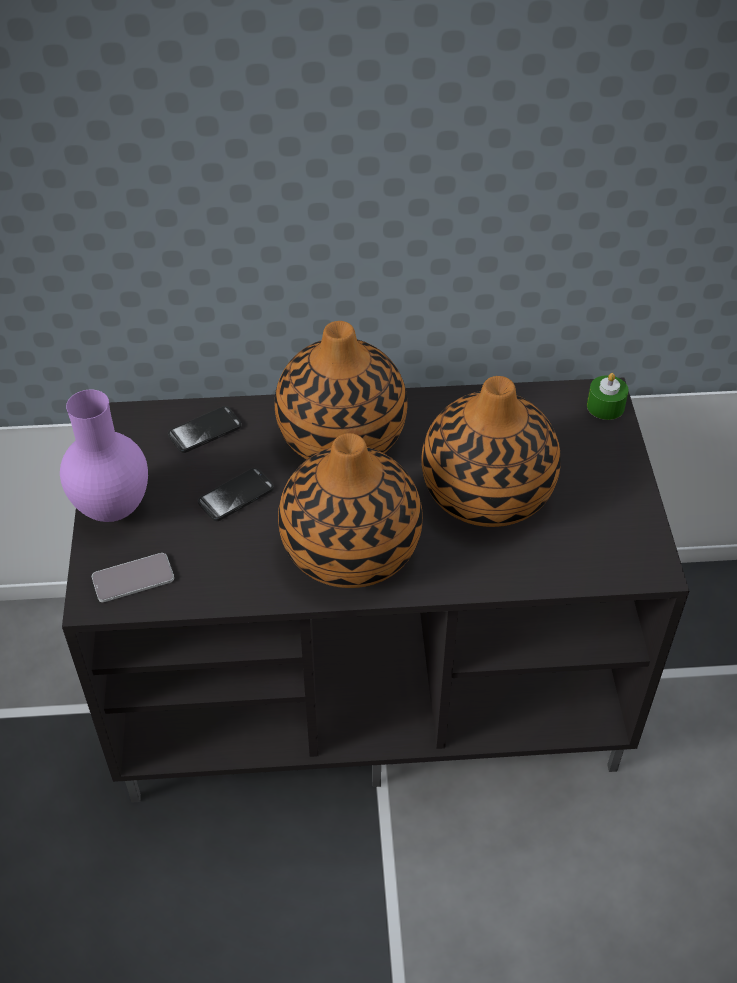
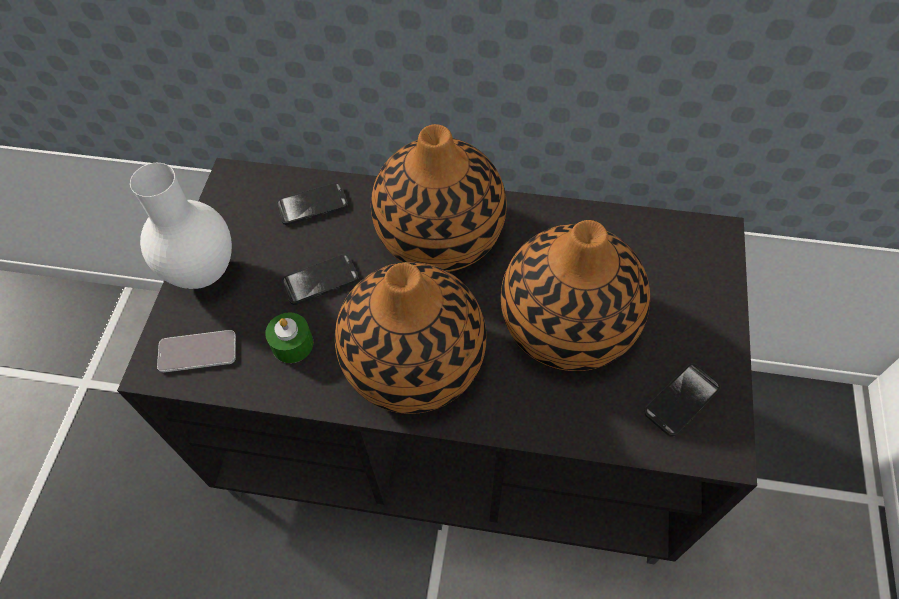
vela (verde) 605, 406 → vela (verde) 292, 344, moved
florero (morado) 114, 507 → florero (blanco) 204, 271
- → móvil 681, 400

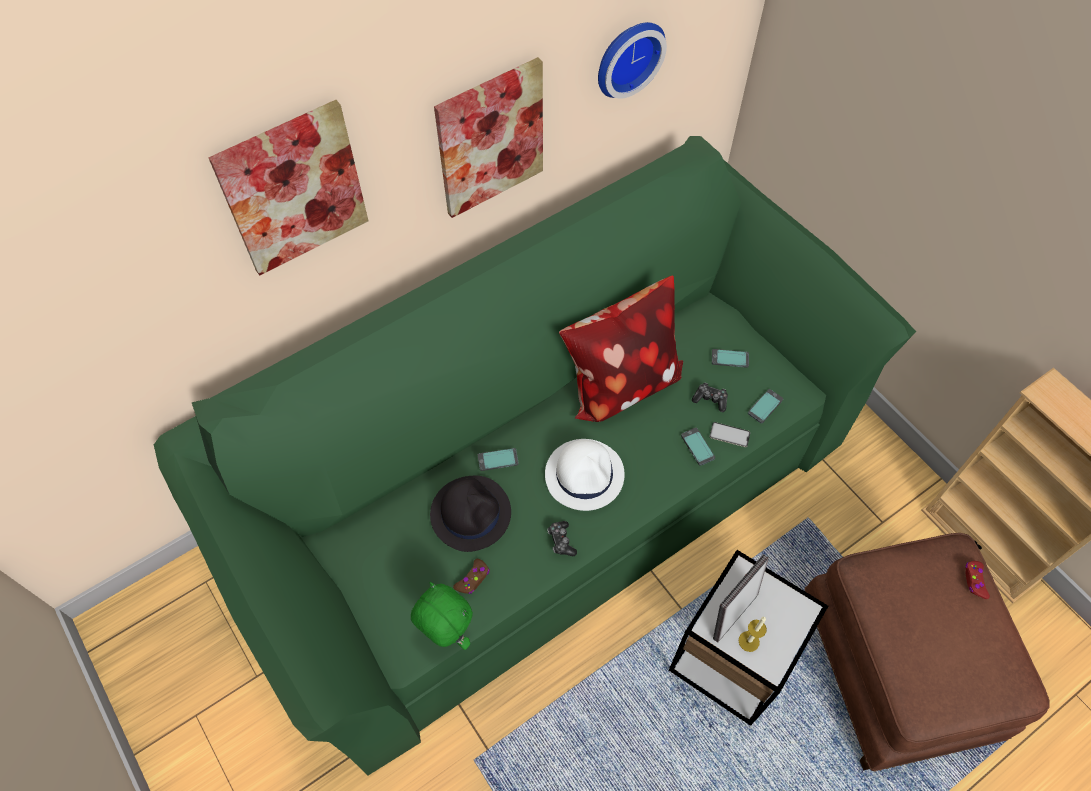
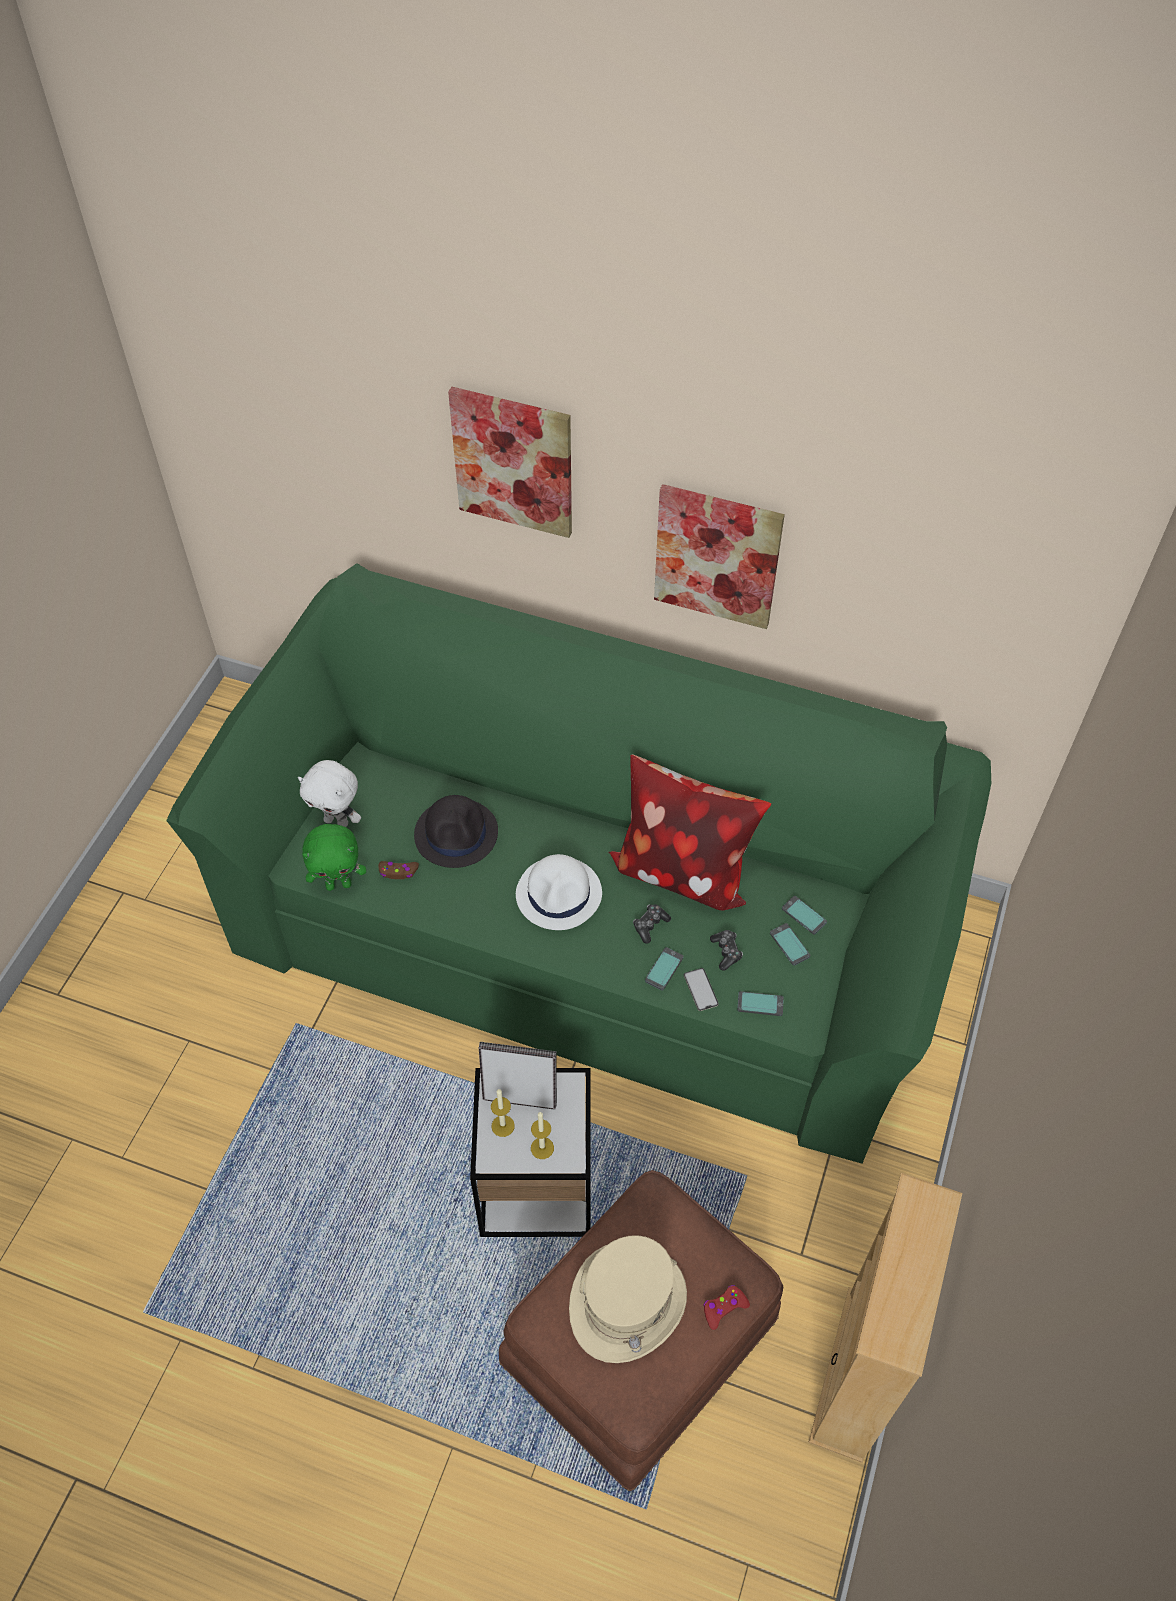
reloj de pared 627, 56 → -
móvil 498, 460 → móvil 803, 916, moved
mando de consola 561, 541 → mando de consola 650, 925, moved
peluche (verde) 446, 633 → peluche (verde) 339, 884, 75 degrees clockwise
- → peluche (blanco) 337, 821
- → vela 542, 1148
- → sombrero (beis) 628, 1304

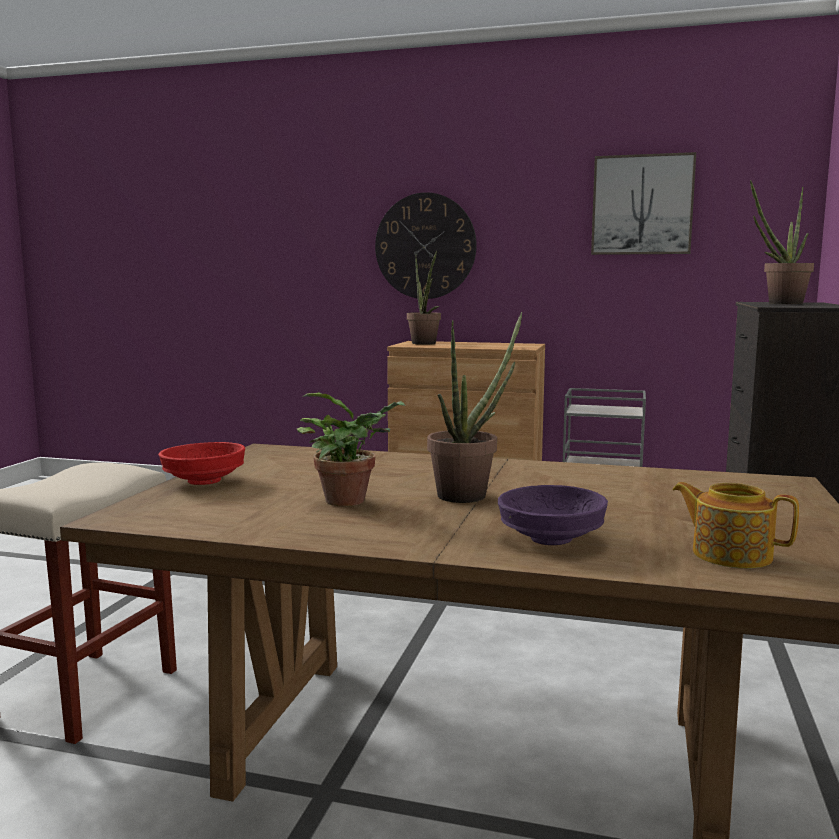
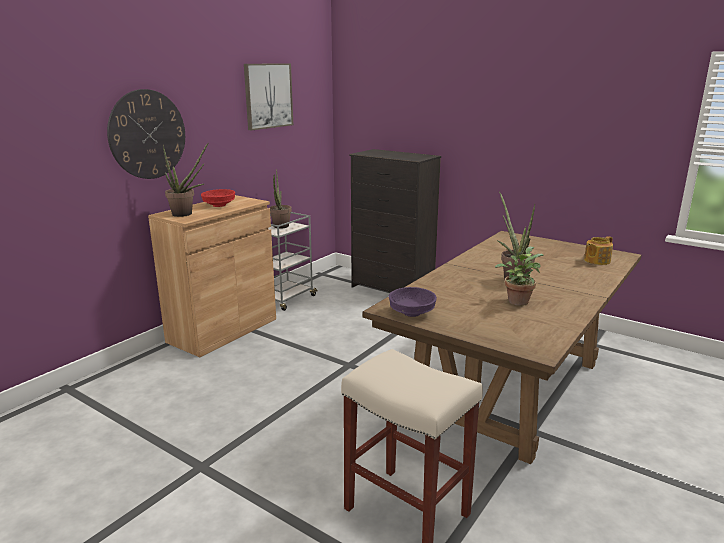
planta en maceta 779, 303 → planta en maceta 280, 227, moved
cuenco (rojo) 205, 481 → cuenco (rojo) 219, 205, moved
cuenco (morado) 550, 538 → cuenco (morado) 411, 313, moved

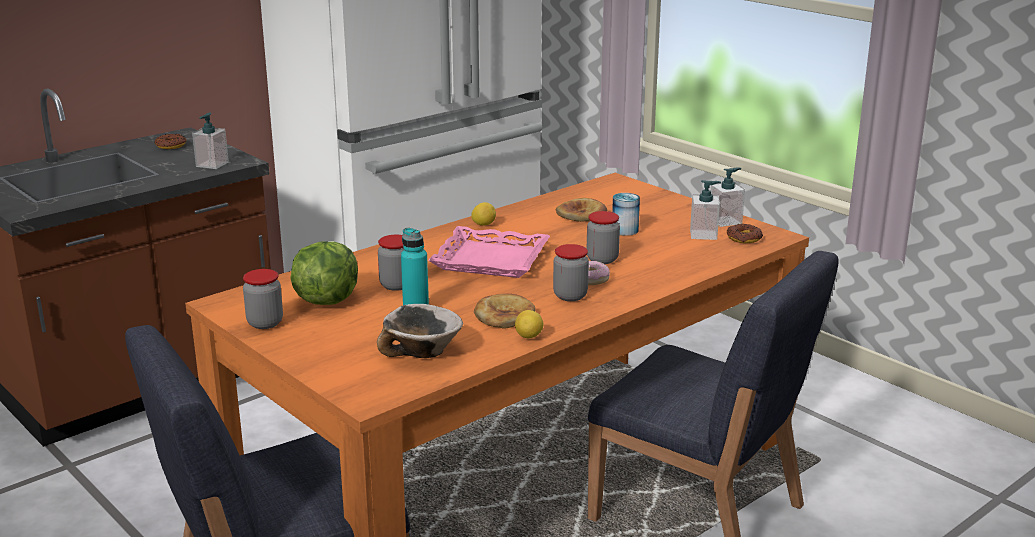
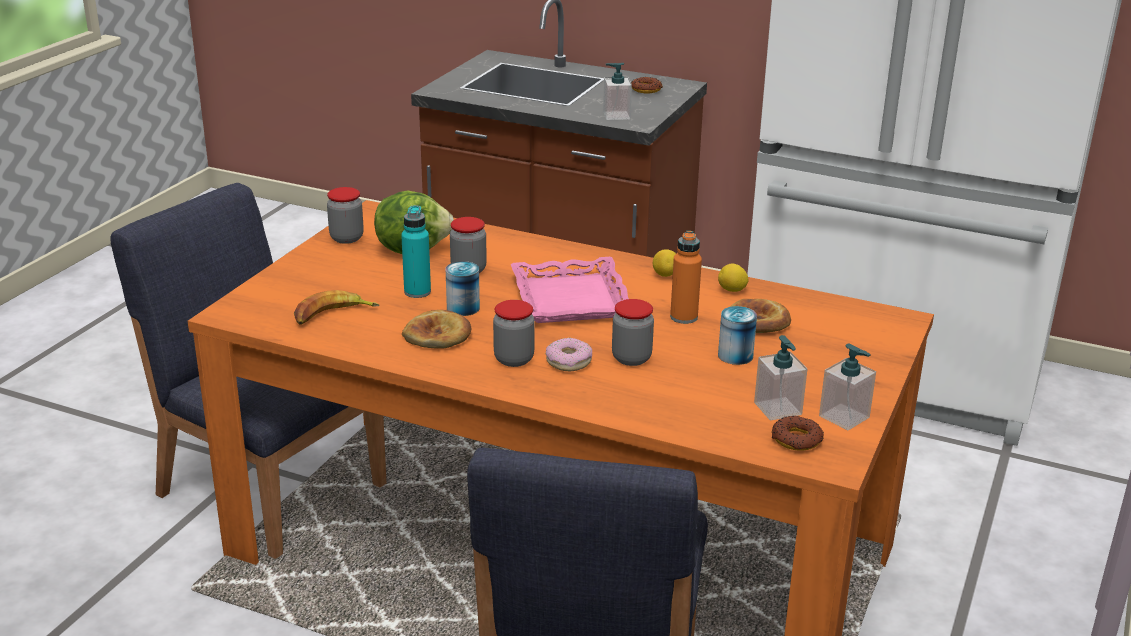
cuenco 423, 351 → plátano 333, 315
limón 529, 337 → limón 732, 290, moved
- → botella (naranja) 684, 317
- → lata 463, 308

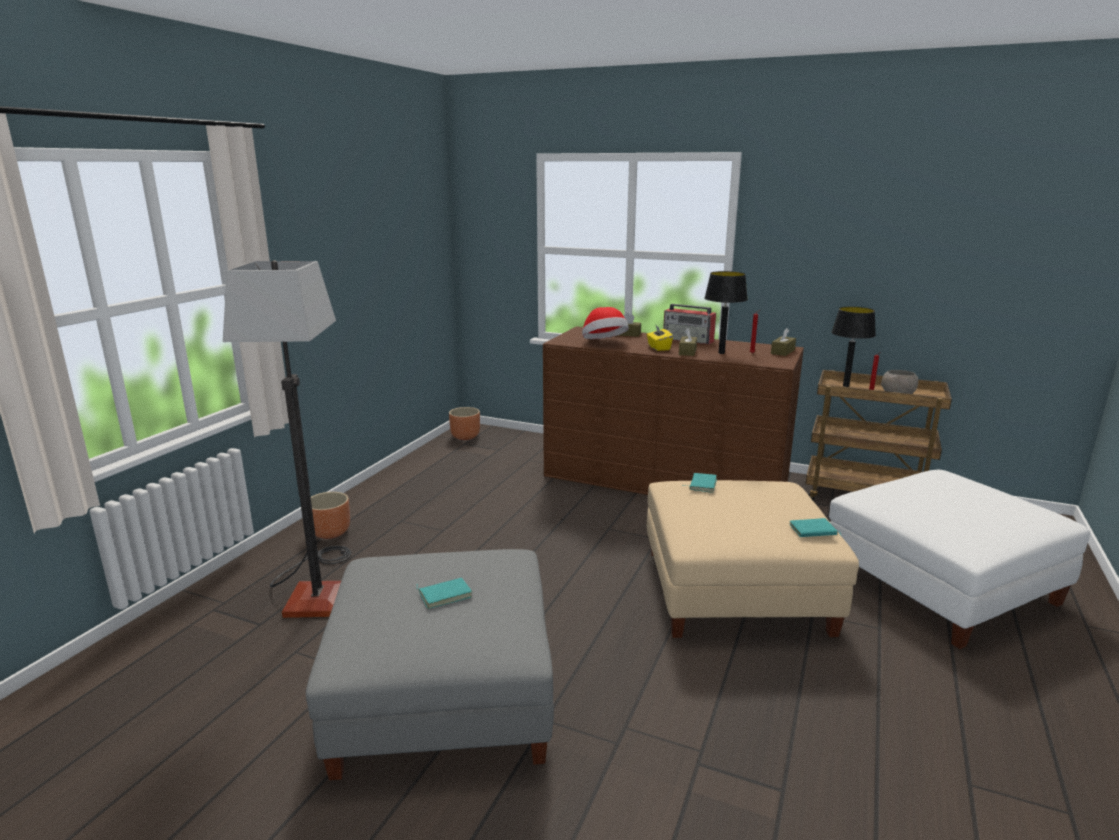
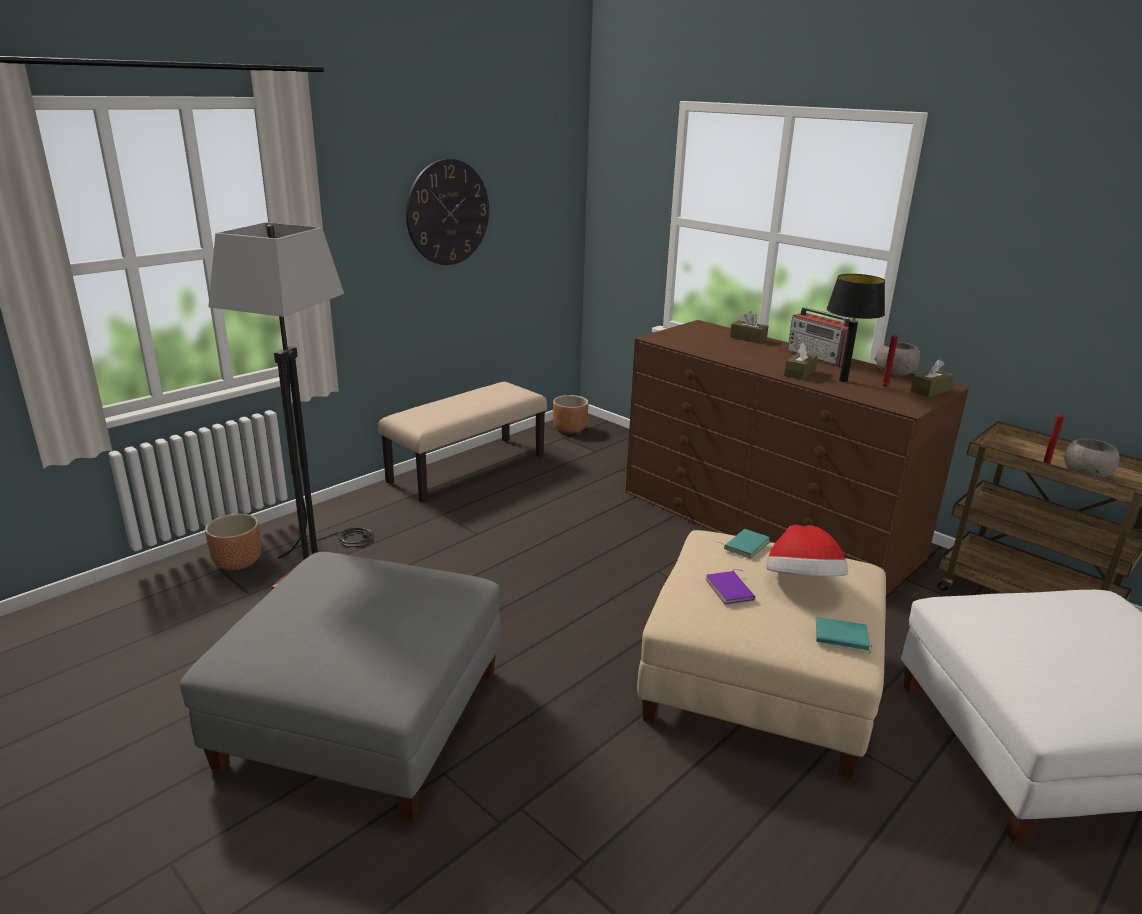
sombrero 604, 343 → sombrero 802, 584, moved
lámpara de mesa (negro) 846, 386 → -
caja de pañuelos (amarillo) 658, 348 → -
maceta (marrón) 330, 533 → maceta (marrón) 238, 562, moved
libro (turquesa) 445, 594 → -
- → reloj de pared 448, 212
- → cuenco (gris) 895, 374
- → banco (beis) 467, 468
- → libro (morado) 731, 590

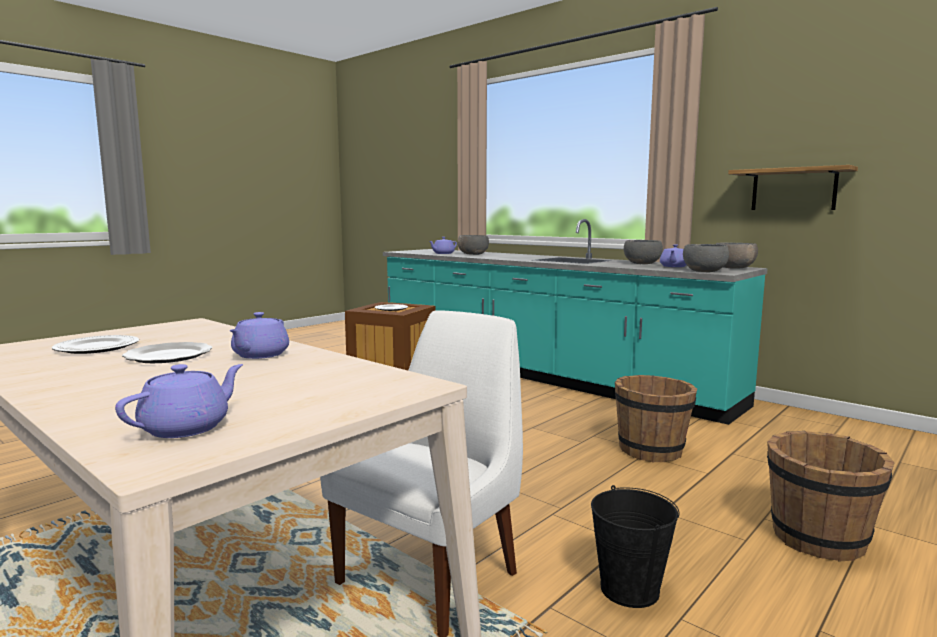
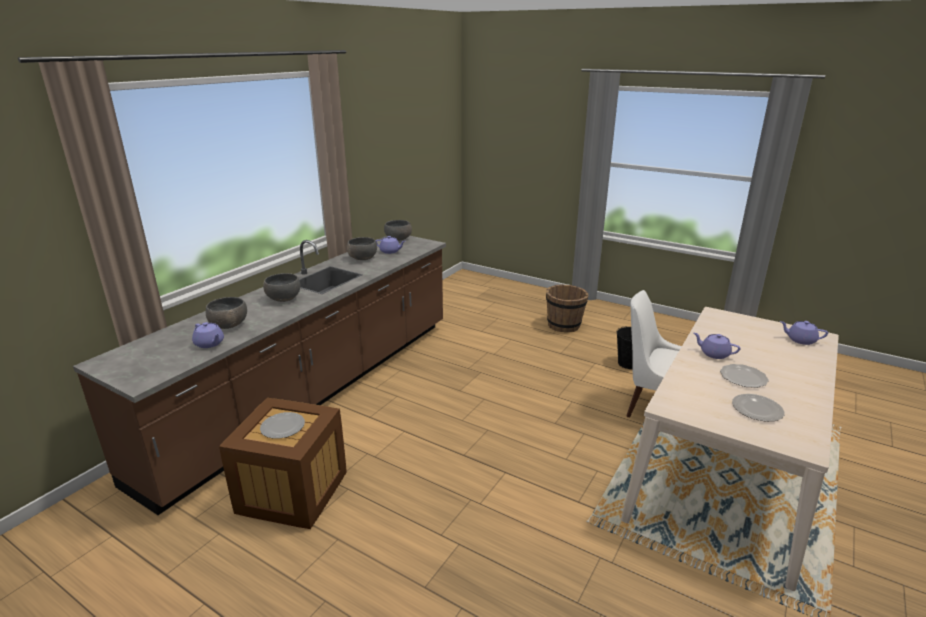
estante 793, 189 → -
mueble bajo de cocina (turquesa) 540, 374 → mueble bajo de cocina (marrón) 315, 392
cuenco (gris) 704, 271 → cuenco (gris) 283, 298, moved
tetera (morado) 260, 355 → tetera (morado) 714, 354, 150 degrees counterclockwise
cubo (marrón) 651, 450 → -

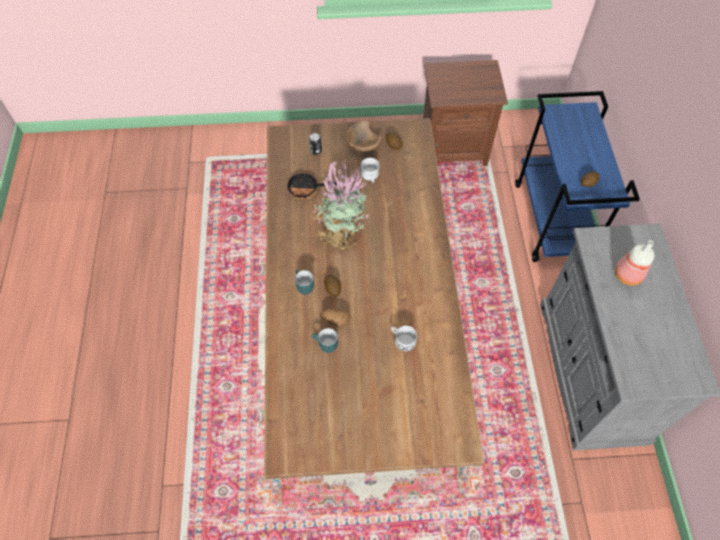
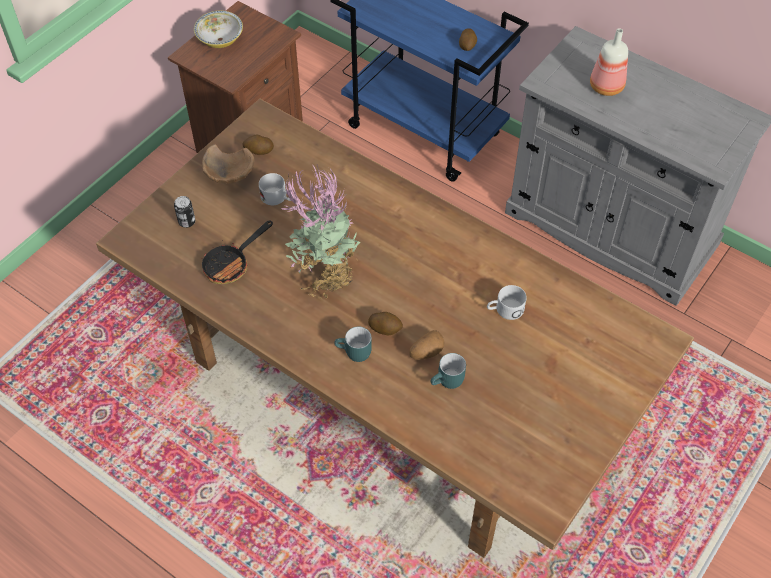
- → cuenco 220, 40

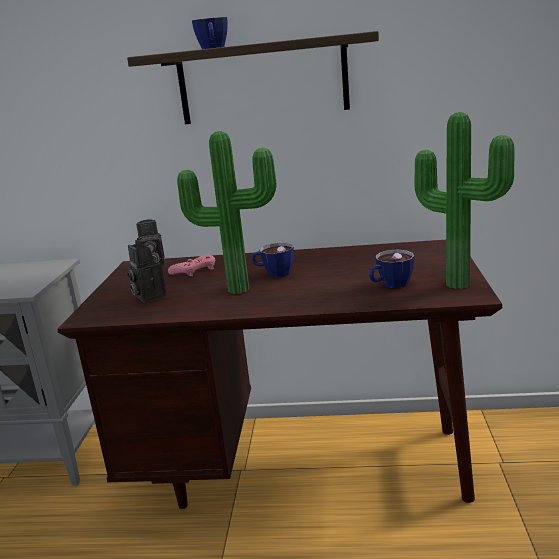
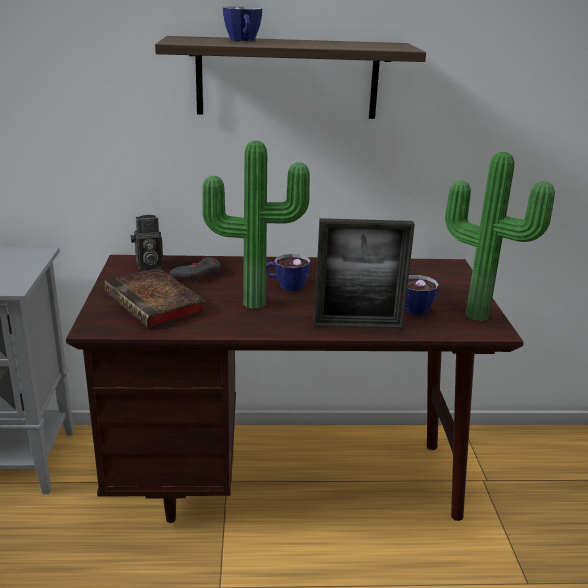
cámara 148, 296 → libro 156, 304
mando de consola (rosa) 195, 270 → mando de consola (gris) 198, 274
- → portarretratos 358, 325

